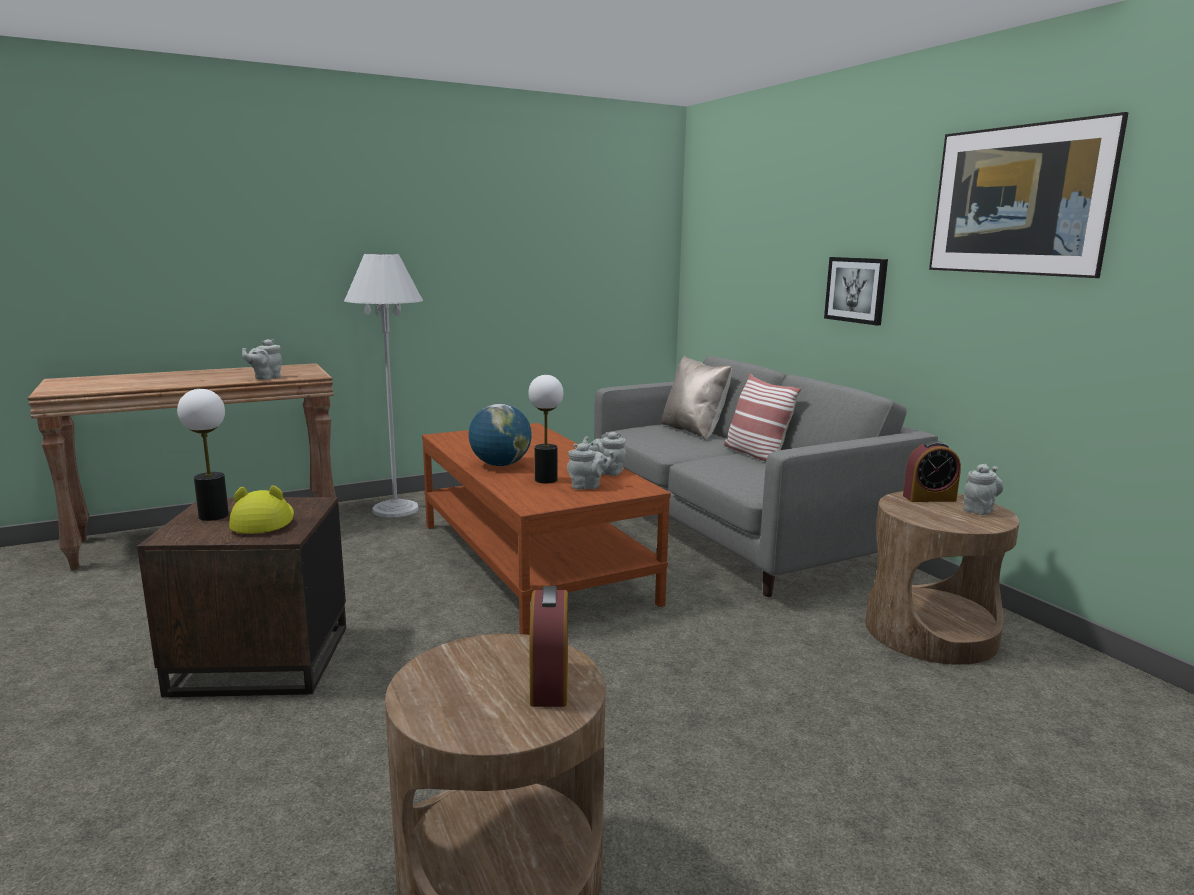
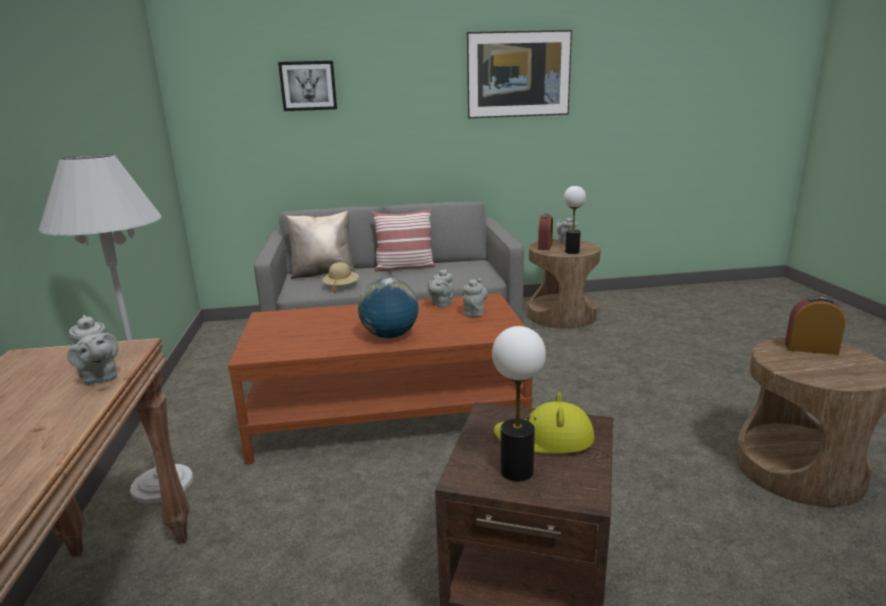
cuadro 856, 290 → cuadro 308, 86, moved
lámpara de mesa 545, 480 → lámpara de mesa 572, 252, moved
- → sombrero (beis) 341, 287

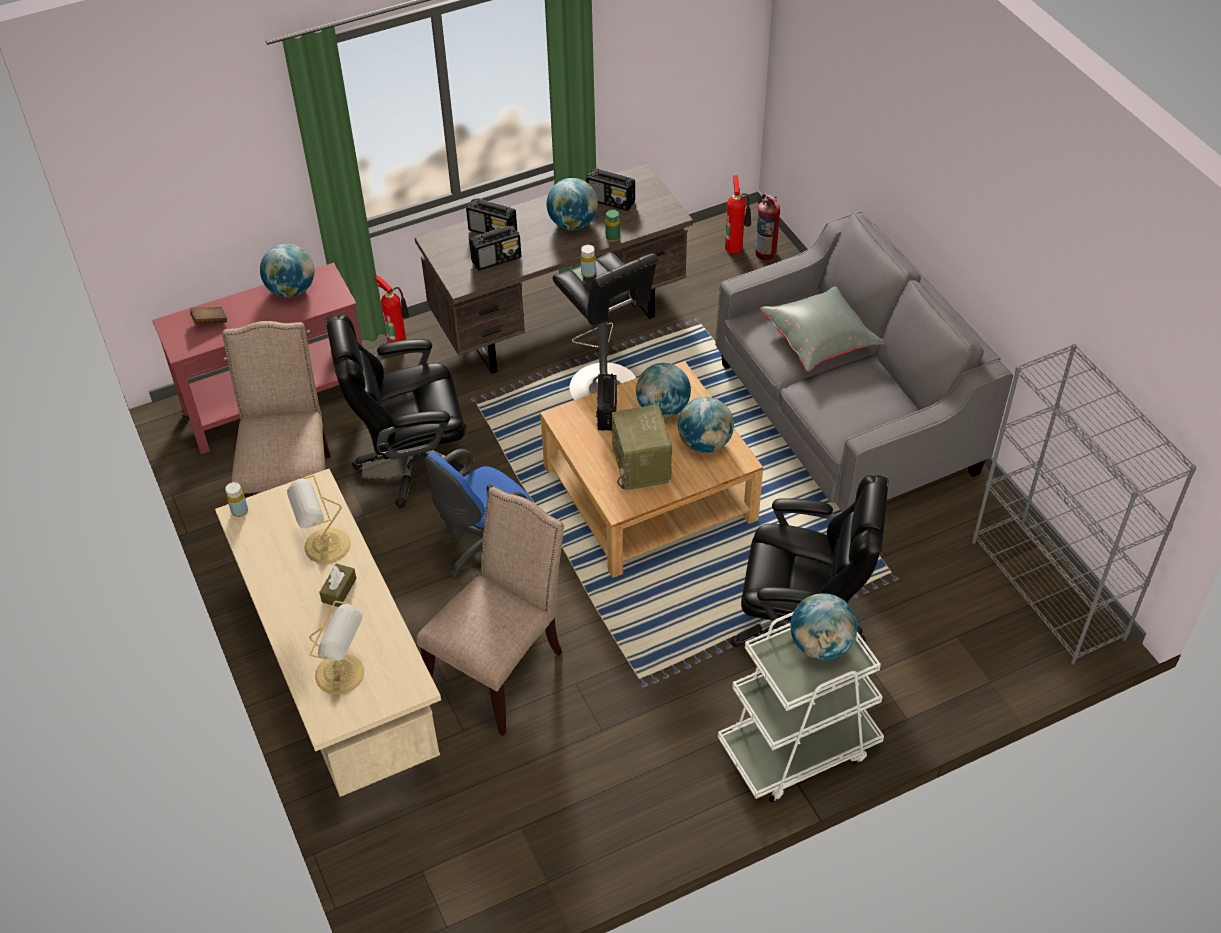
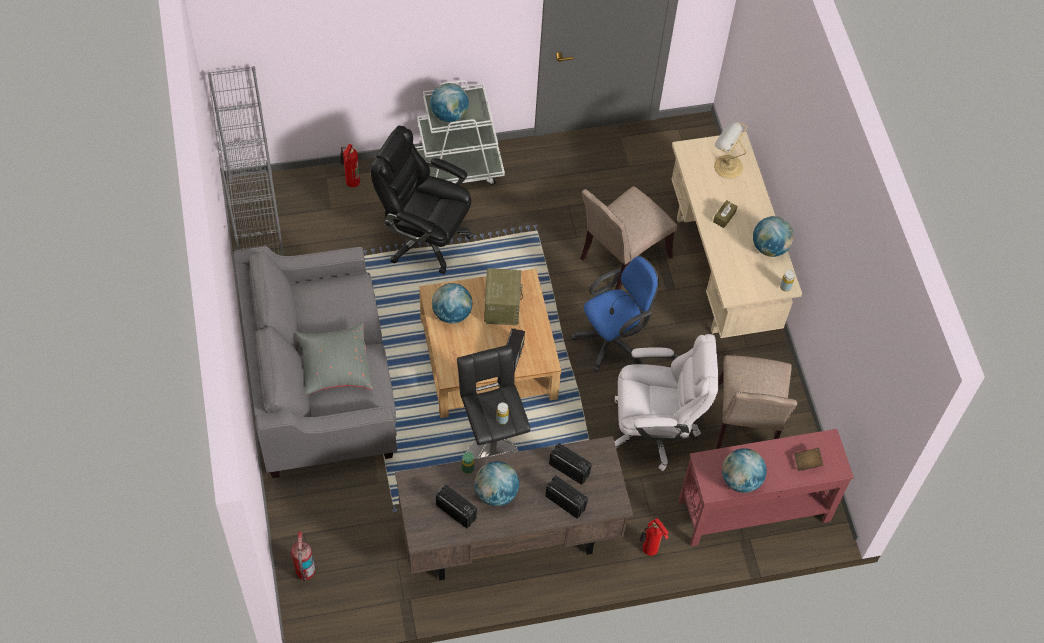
extintor 735, 247 → extintor 351, 182, moved
radio 497, 259 → radio 569, 469, 45 degrees clockwise
silla de oficina (negro) 412, 461 → silla de oficina (blanco) 654, 428
globo terráqueo 662, 409 → globo terráqueo 769, 248, moved
lámpara de mesa 325, 546 → -

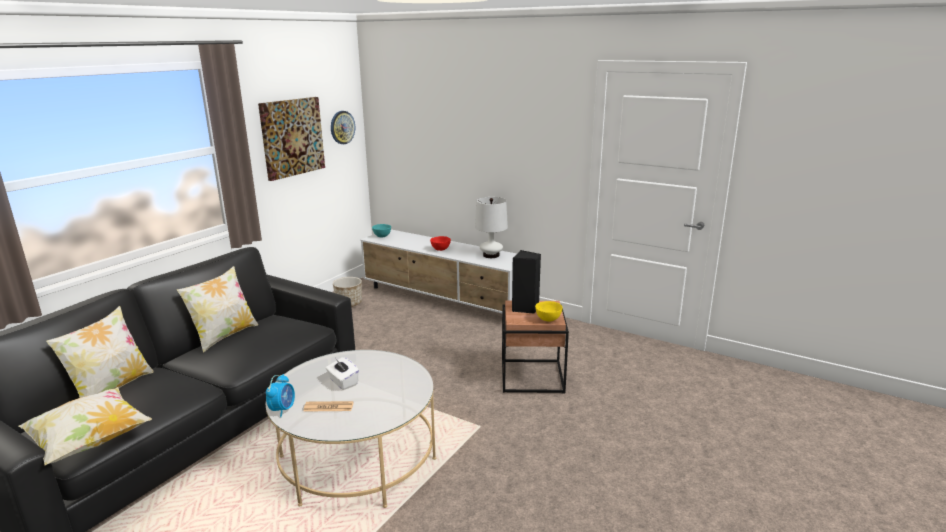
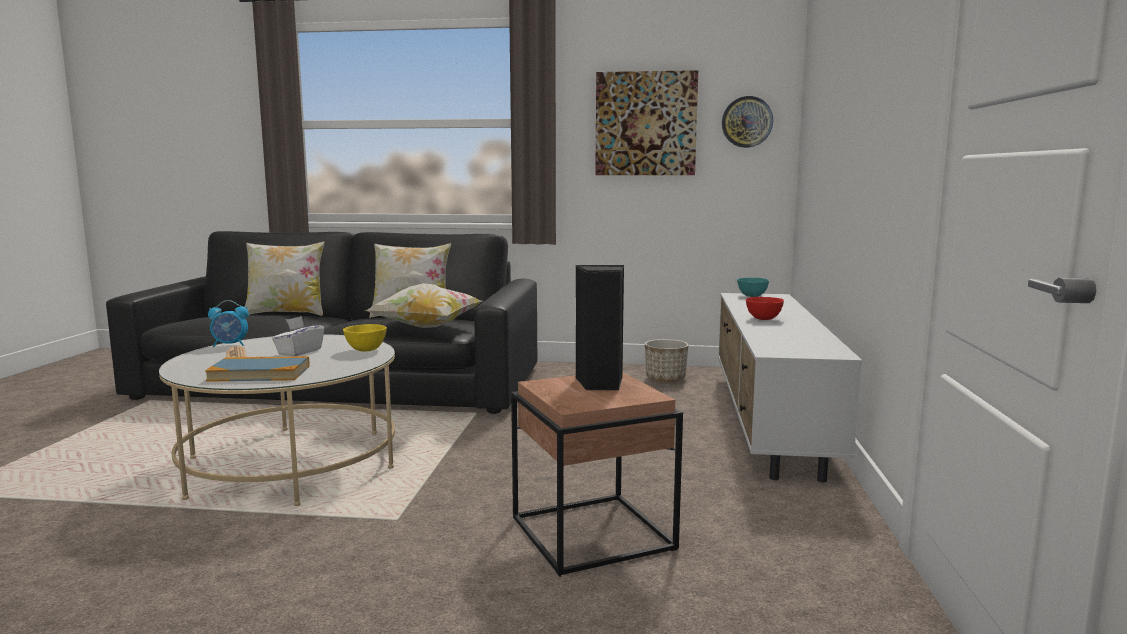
lámpara de mesa (blanco) 491, 255 → -
cuenco (amarillo) 548, 320 → cuenco (amarillo) 365, 350, moved
cojín 91, 442 → cojín 426, 327, moved
- → libro 259, 373

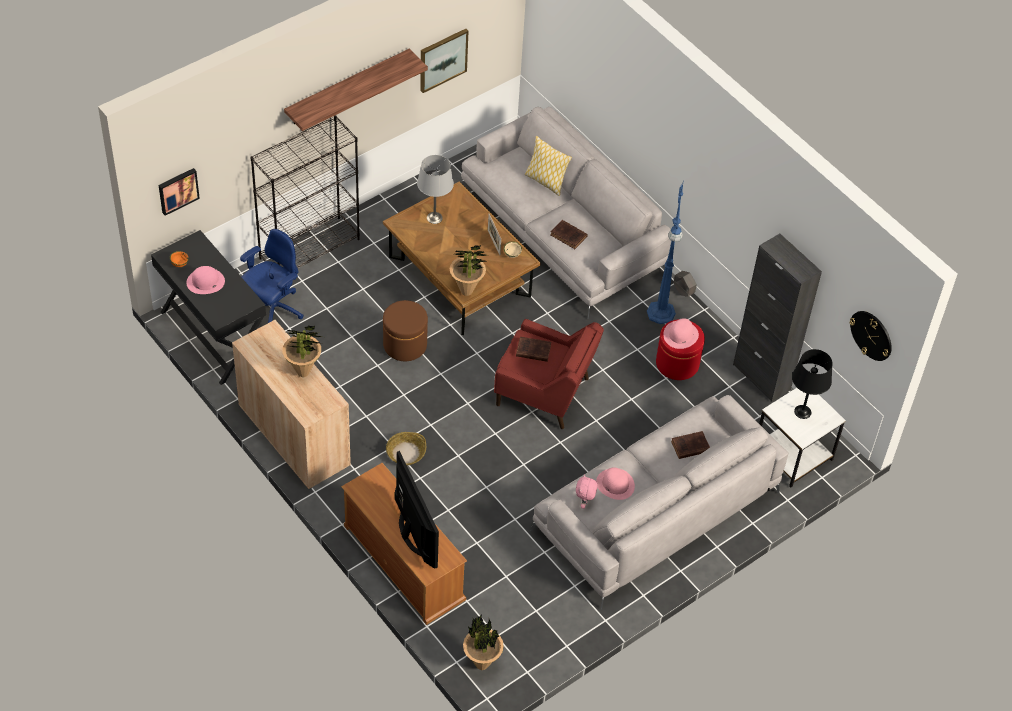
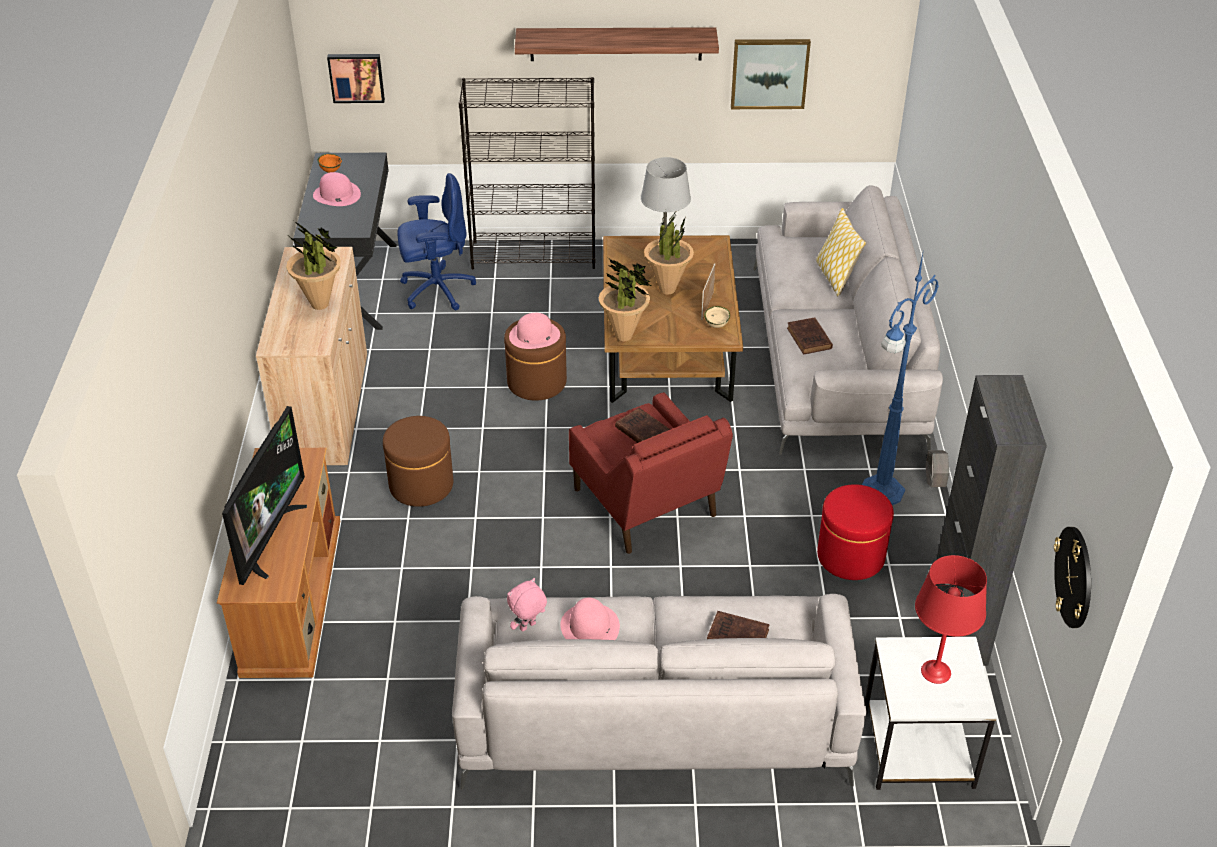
sombrero (rosa) 680, 335 → sombrero (rosa) 534, 335, moved
lámpara de mesa (negro) 802, 412 → lámpara de mesa (rojo) 935, 672
cesta 406, 452 → puf (marrón) 421, 485
planta en maceta 481, 664 → planta en maceta 667, 289, moved

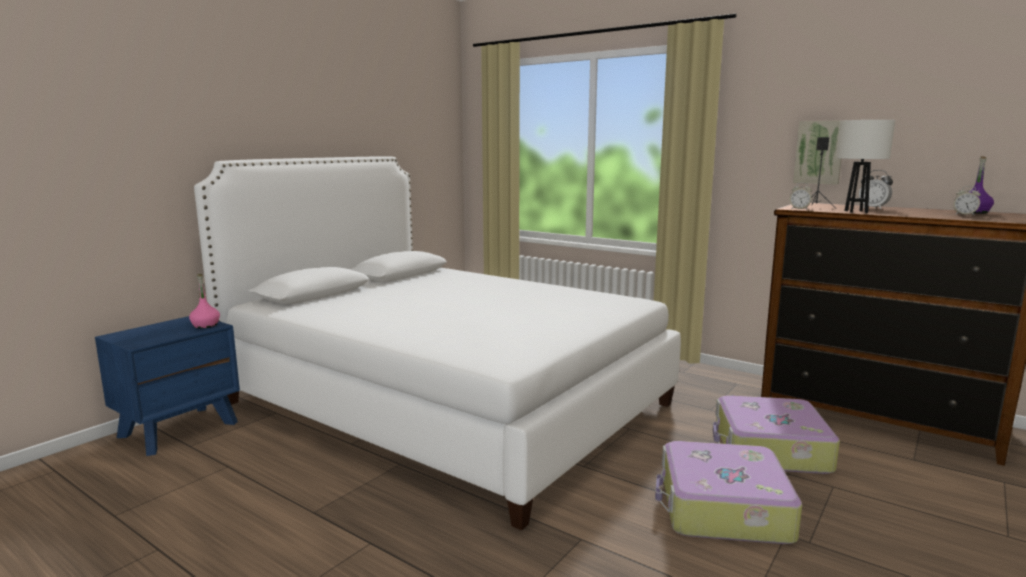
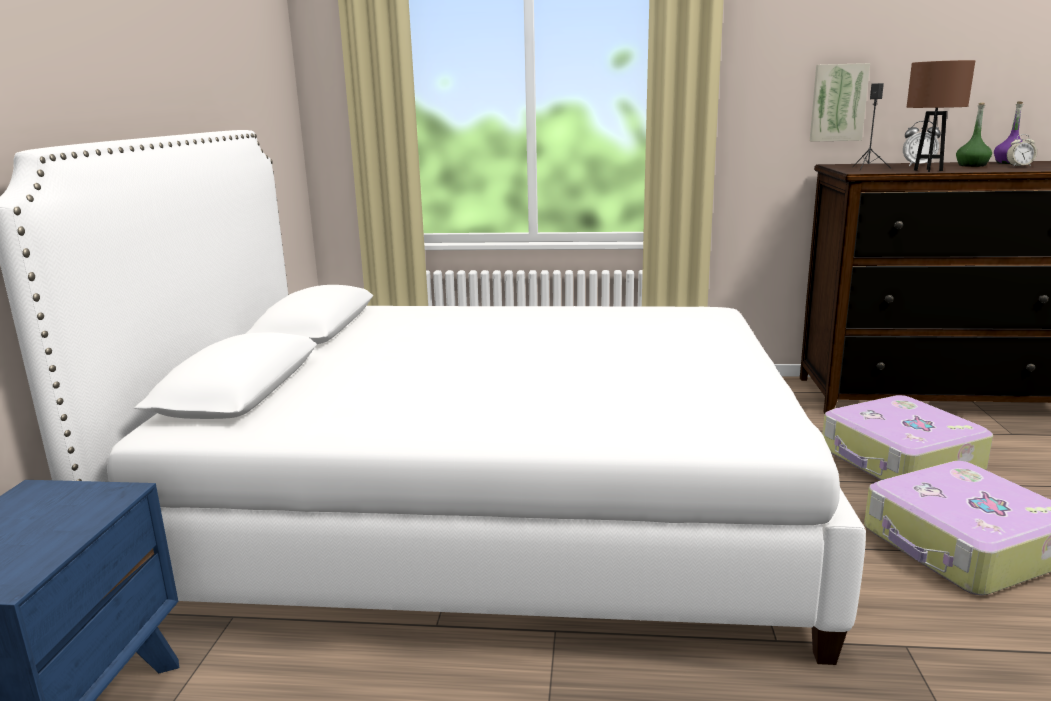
lámpara de mesa (blanco) 855, 211 → lámpara de mesa (marrón) 927, 170
despertador 799, 209 → -
botella (rosa) 205, 325 → -
- → botella (verde) 972, 165

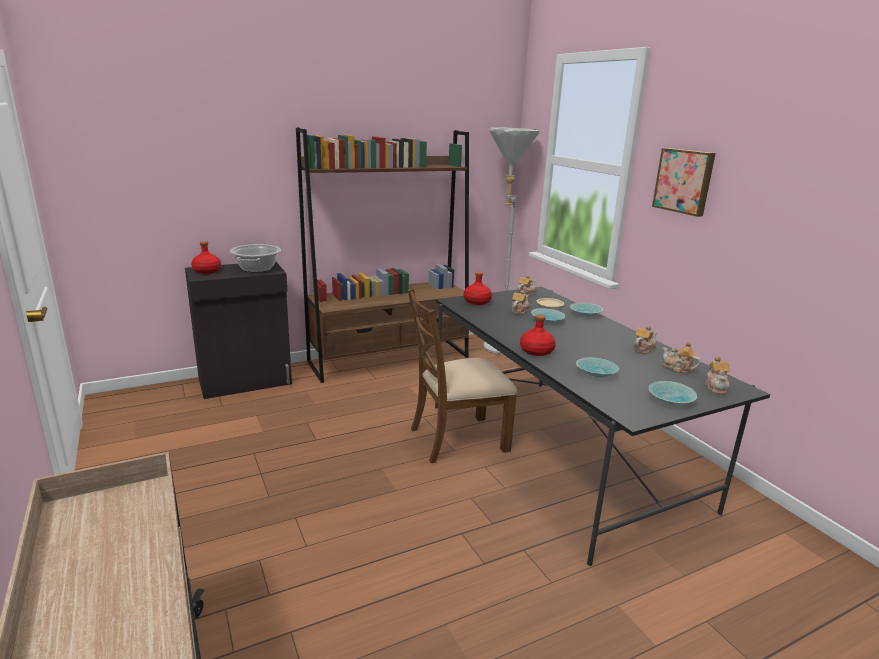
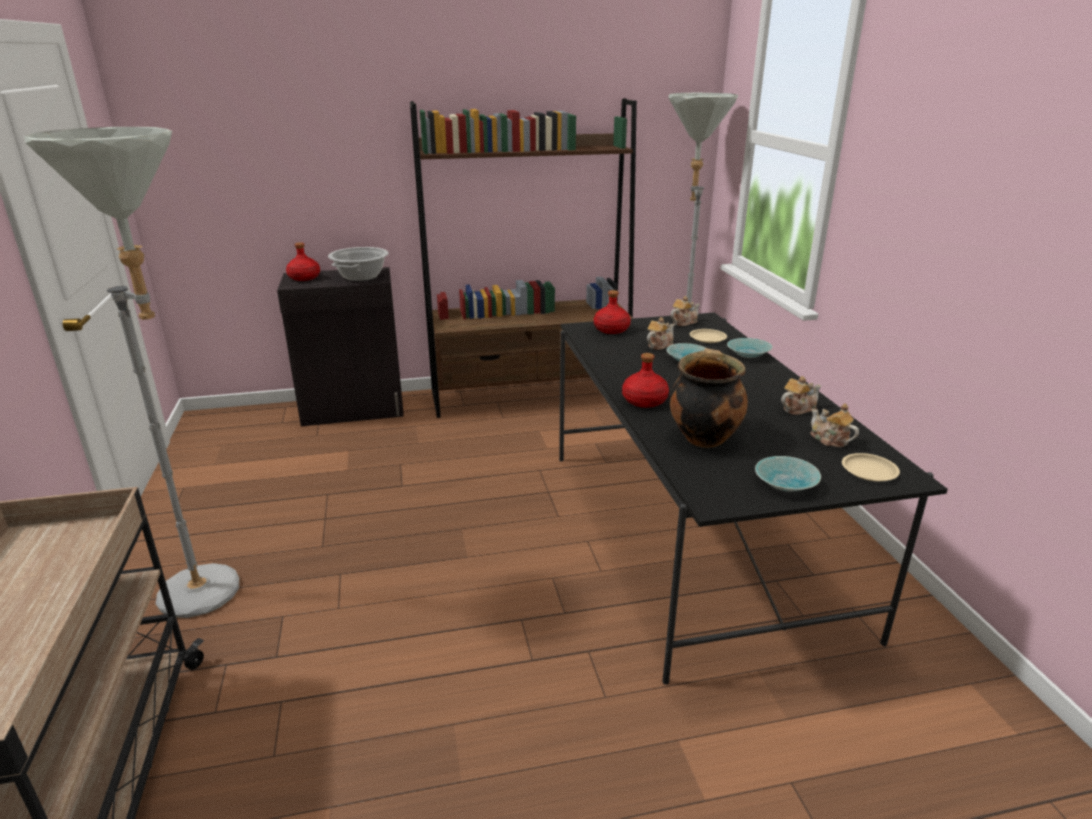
cuadro 684, 181 → -
silla (marrón) 457, 439 → -
tetera 716, 387 → plato (beis) 869, 471
cuenco (turquesa) 594, 373 → olla 703, 437
- → lámpara de pie (gris) 213, 596

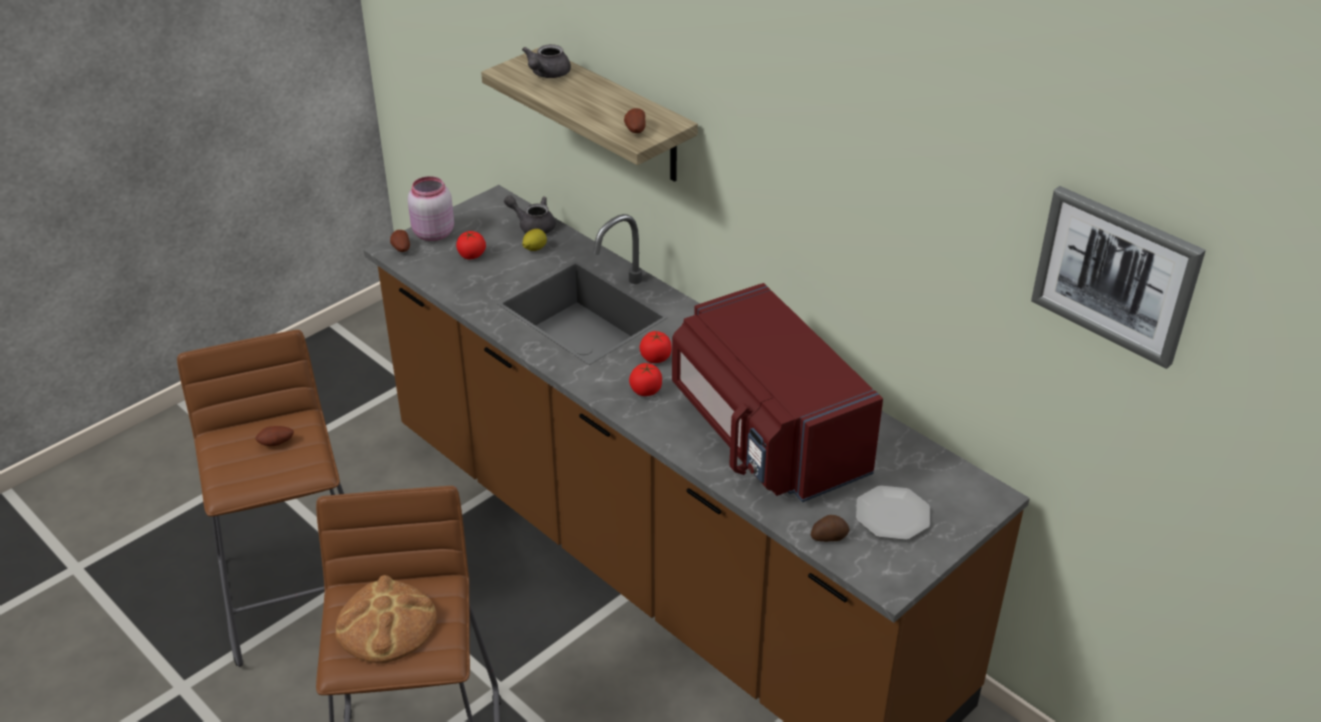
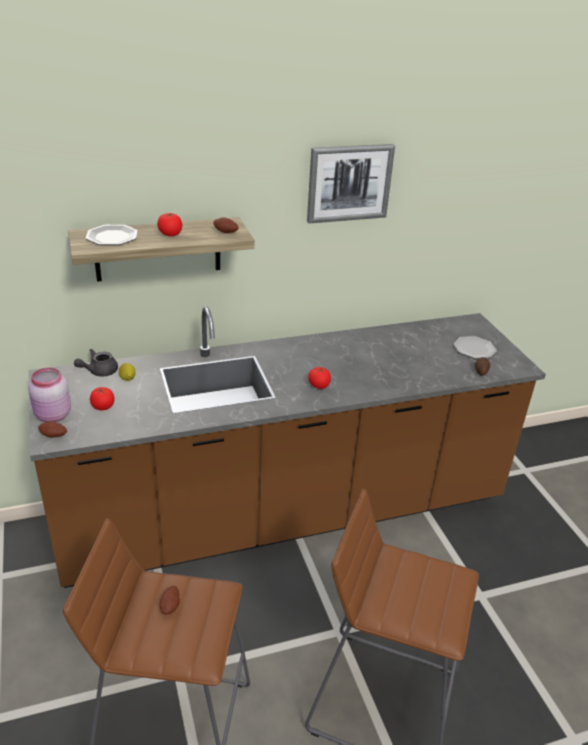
tetera (gris) 546, 74 → plato 112, 237
cuadro 1116, 274 → cuadro 349, 183, moved
microondas (rojo) 765, 435 → -
tomate 656, 357 → tomate 170, 234, moved
pan 386, 624 → -

